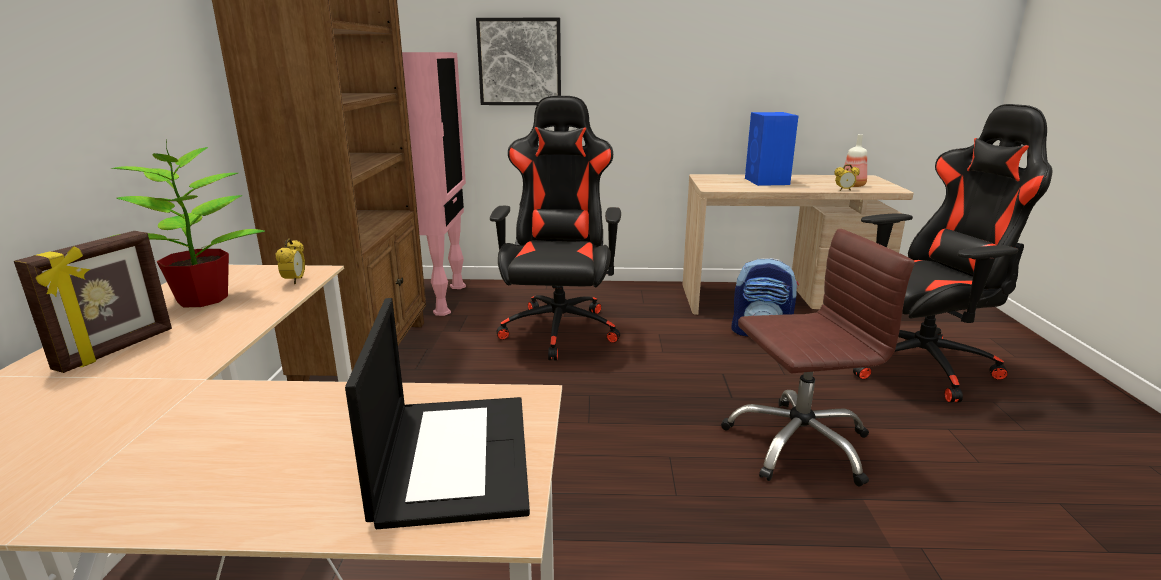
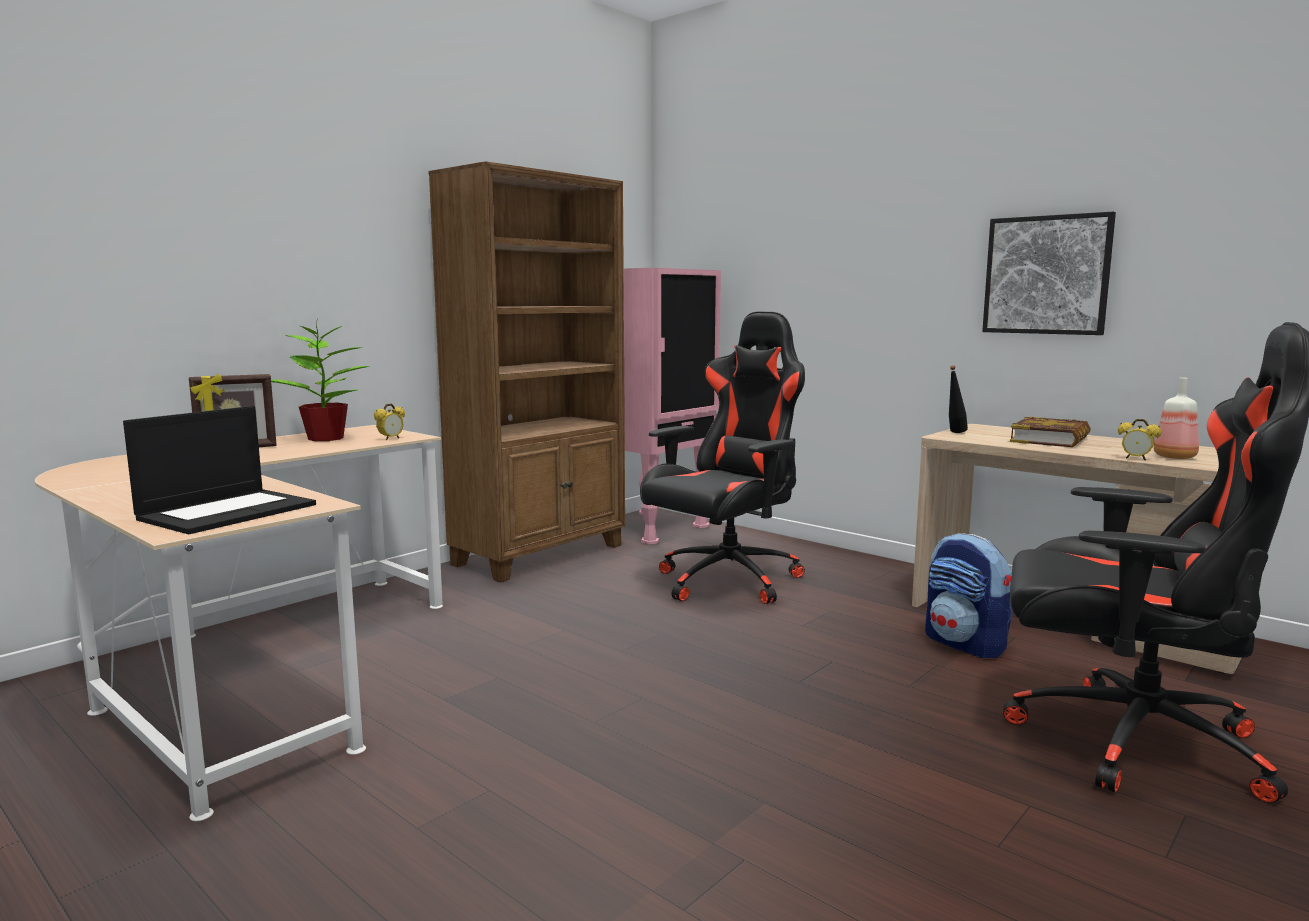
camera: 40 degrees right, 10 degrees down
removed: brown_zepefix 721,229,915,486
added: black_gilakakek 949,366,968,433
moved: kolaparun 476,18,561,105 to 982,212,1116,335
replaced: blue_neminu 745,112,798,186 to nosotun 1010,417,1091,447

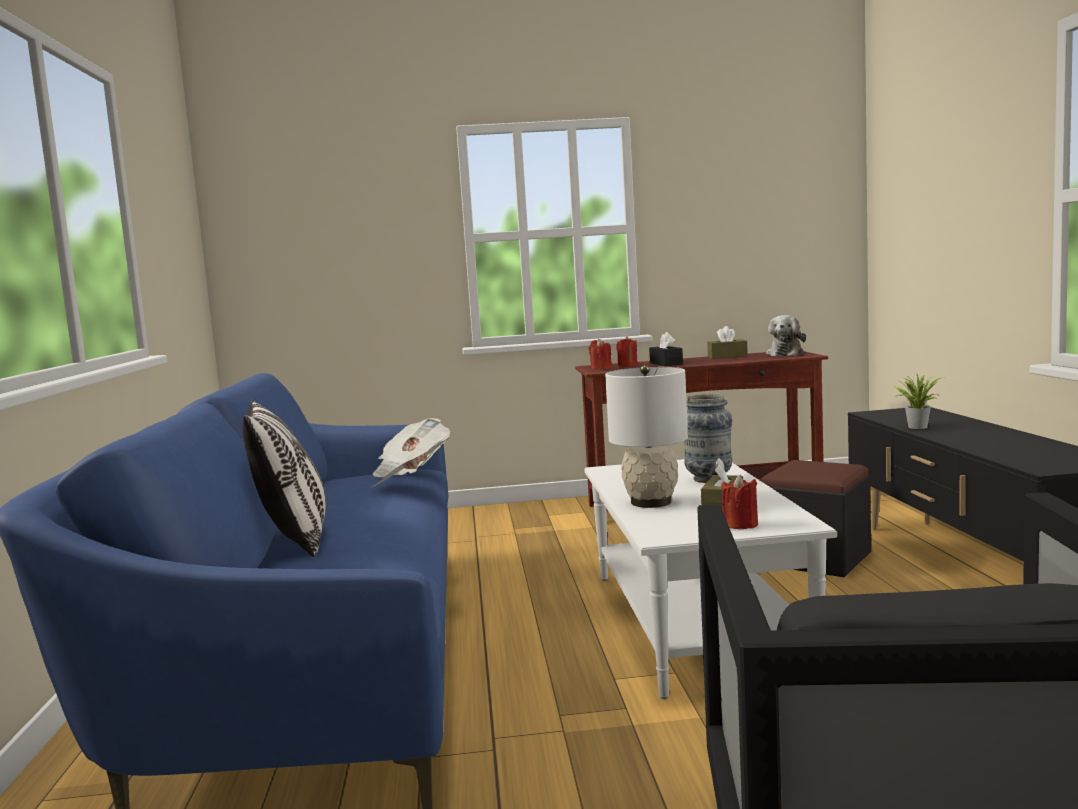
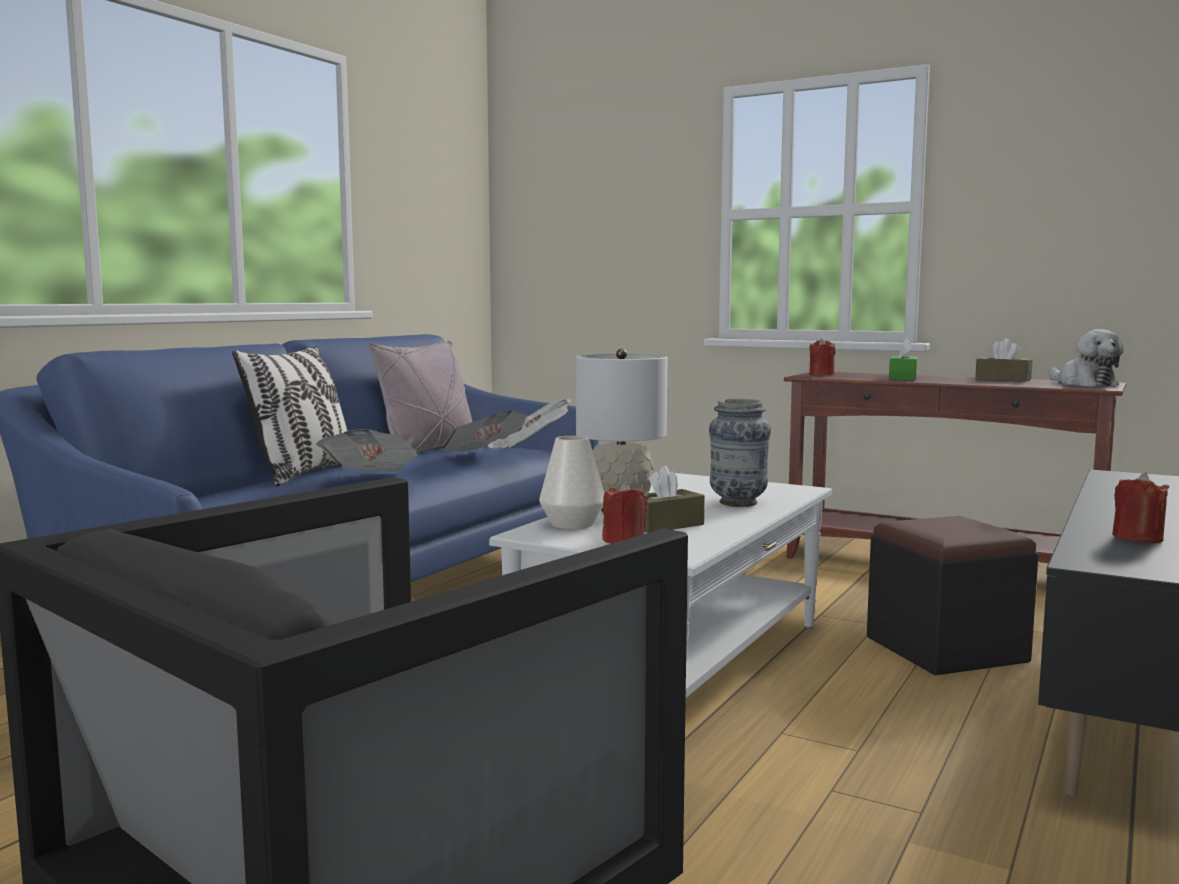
camera: 35 degrees right, 0 degrees up
removed: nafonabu 893,375,945,429
added: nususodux 317,429,419,472; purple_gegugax 368,341,472,452; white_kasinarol 539,436,604,529
moved: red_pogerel 616,336,638,367 to 1112,472,1170,543
recoloured: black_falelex 649,332,683,366 to green_falelex 889,338,917,380
turned: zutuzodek 766,315,806,356 = 1049,329,1124,387 75 degrees counterclockwise

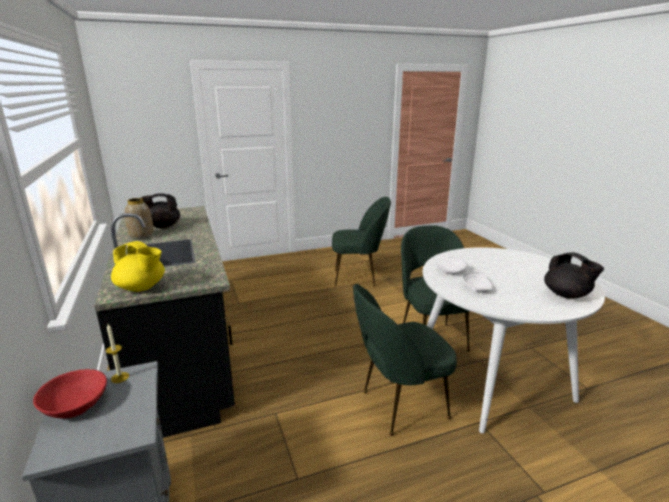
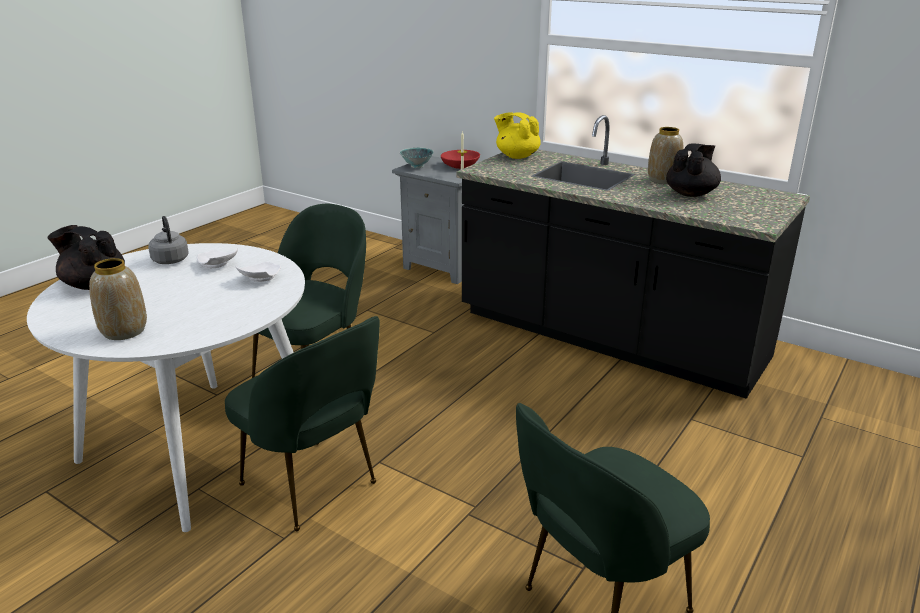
camera: 145 degrees right, 5 degrees up
added: kasinarol 89,258,147,340; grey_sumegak 148,216,189,264; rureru 400,147,434,168
turned: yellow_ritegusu 111,241,165,292 = 494,112,541,159 45 degrees clockwise

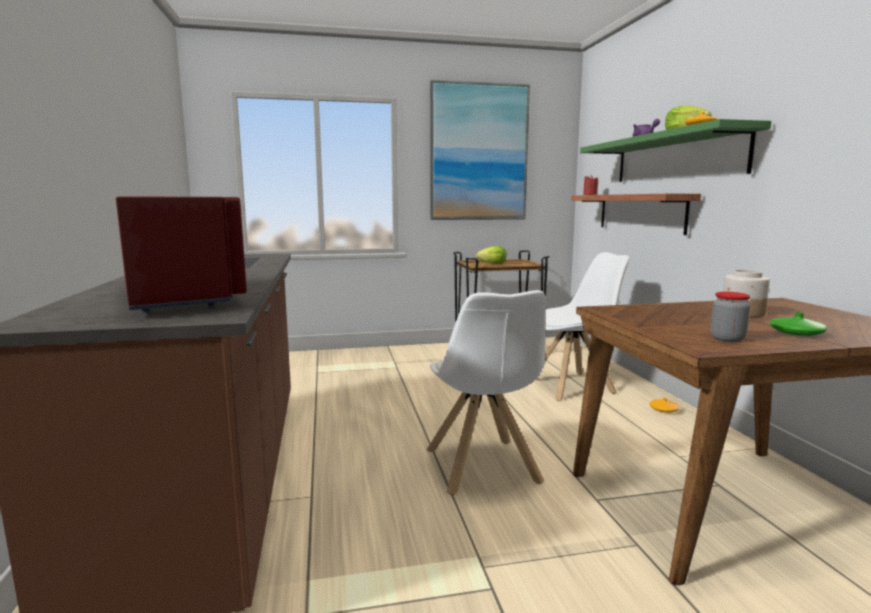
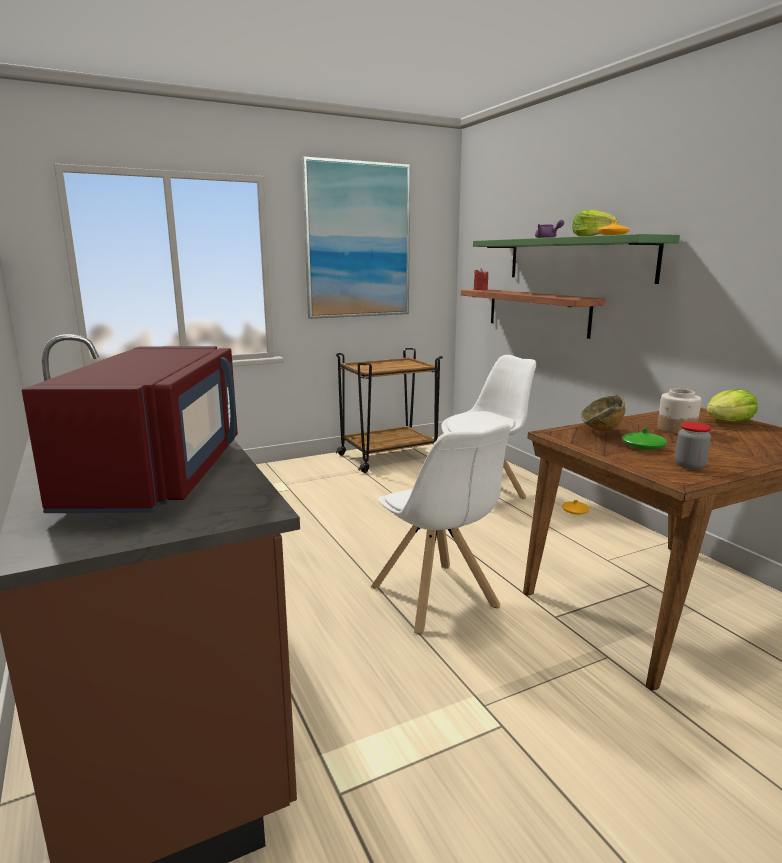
camera: 15 degrees left, 5 degrees up
added: rureru 581,395,625,432
moved: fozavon 476,246,507,264 to 706,389,758,421; green_kasinarol 770,312,827,336 to 622,428,667,450
turned: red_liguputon 116,196,247,312 = 22,346,238,513 45 degrees clockwise

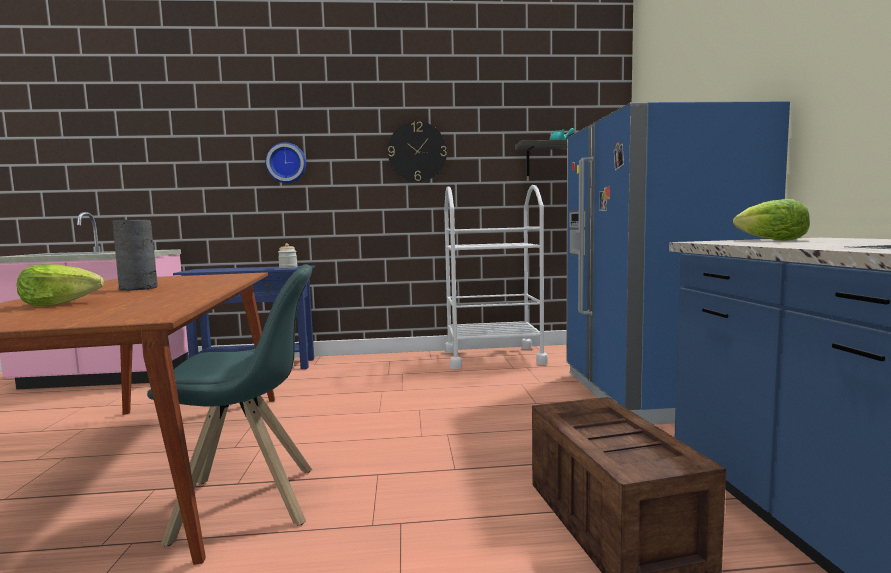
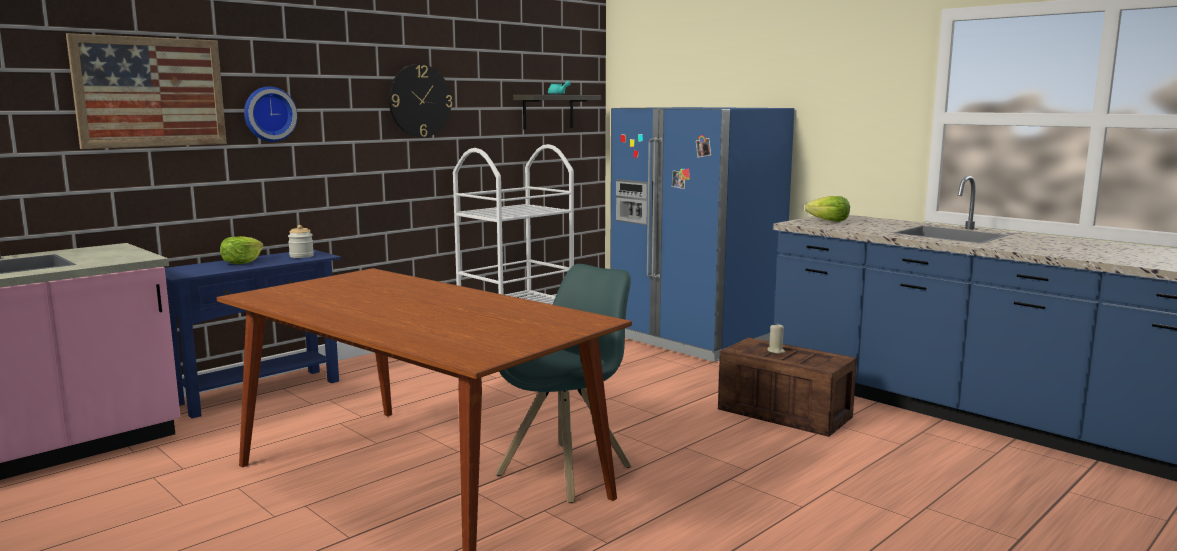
camera: 40 degrees left, 5 degrees up
removed: grey_kasinarol 112,220,157,291
added: kolaparun 66,33,227,149; beige_pogerel 767,323,785,354
moved: fozavon 17,264,104,306 to 220,236,264,264

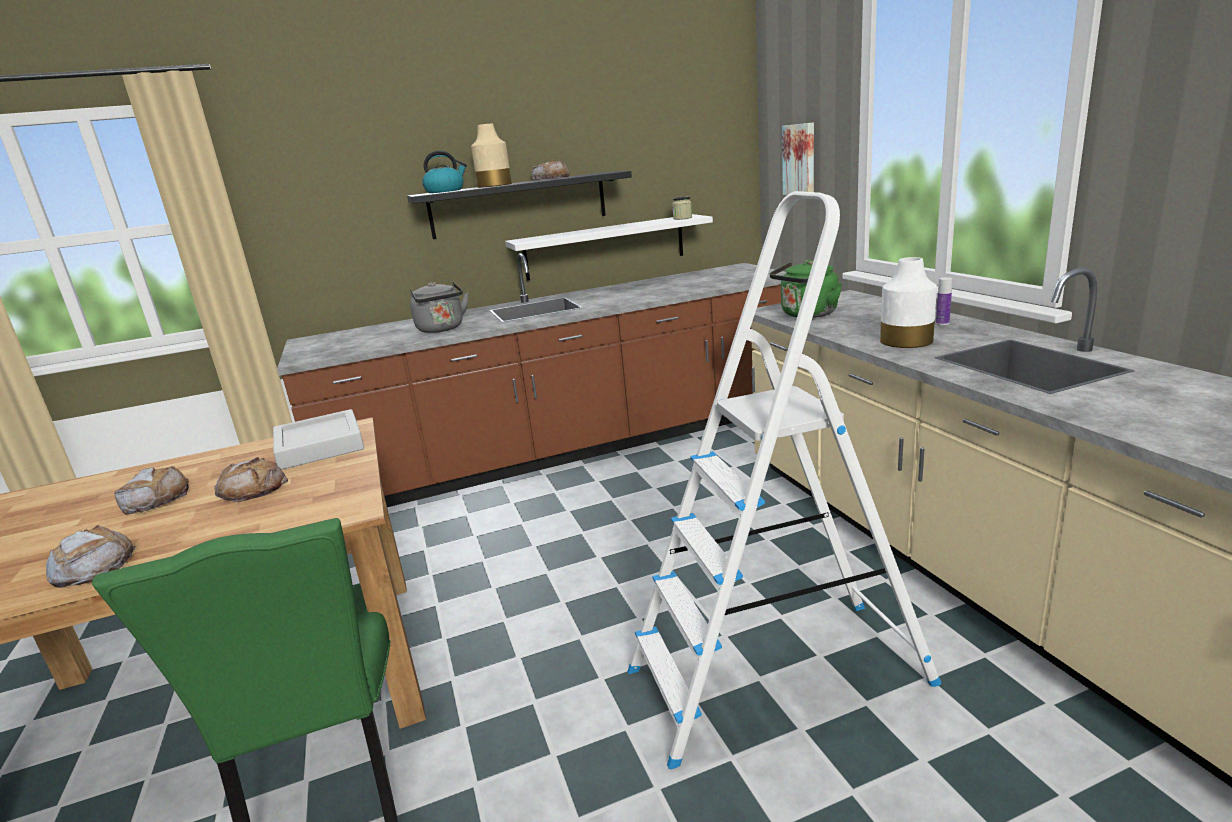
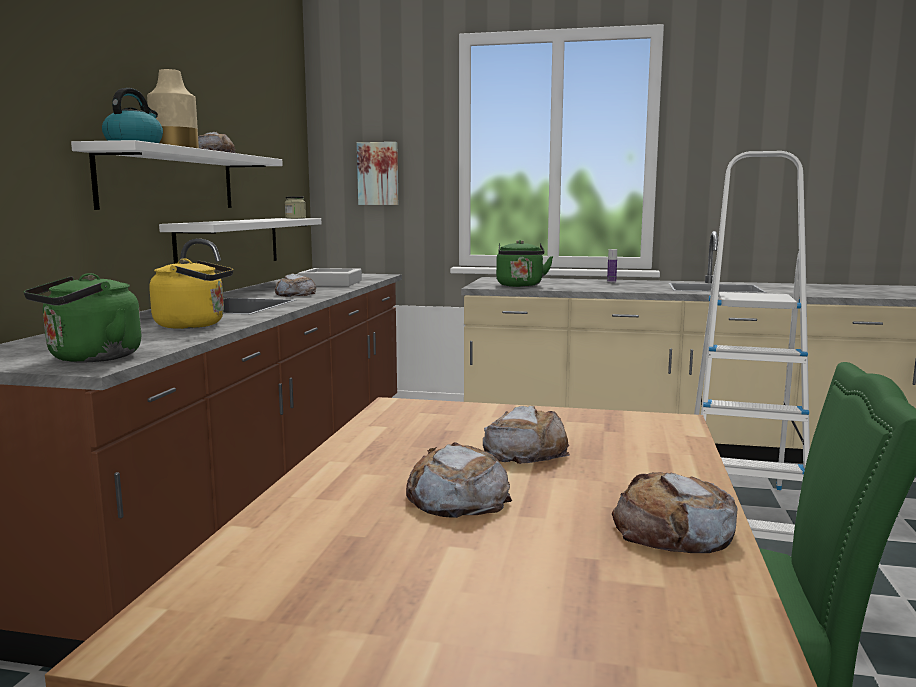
camera: 60 degrees left, 10 degrees down
removed: white_kasinarol 880,257,937,348
added: green_sumegak 24,273,142,363; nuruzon 275,273,316,297
moved: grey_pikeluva 273,409,364,470 to 298,268,362,286
recoloured: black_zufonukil 407,171,632,239 to white_zufonukil 71,140,283,210; grey_sumegak 410,282,468,333 to yellow_sumegak 149,258,233,329

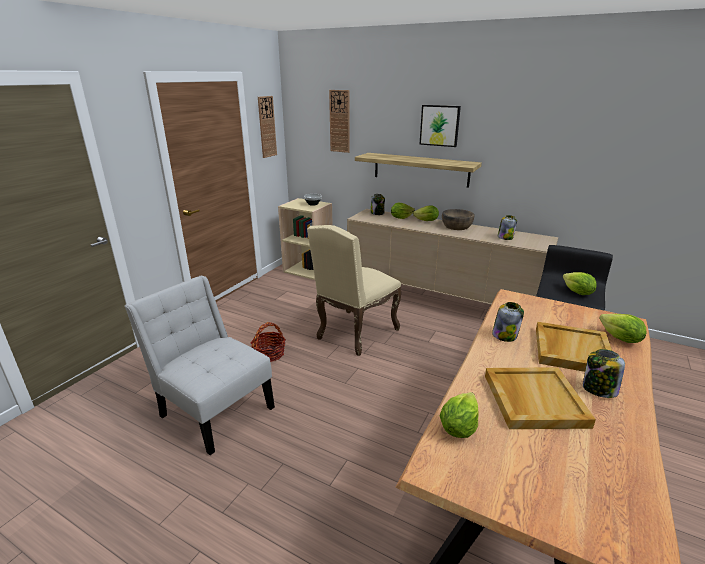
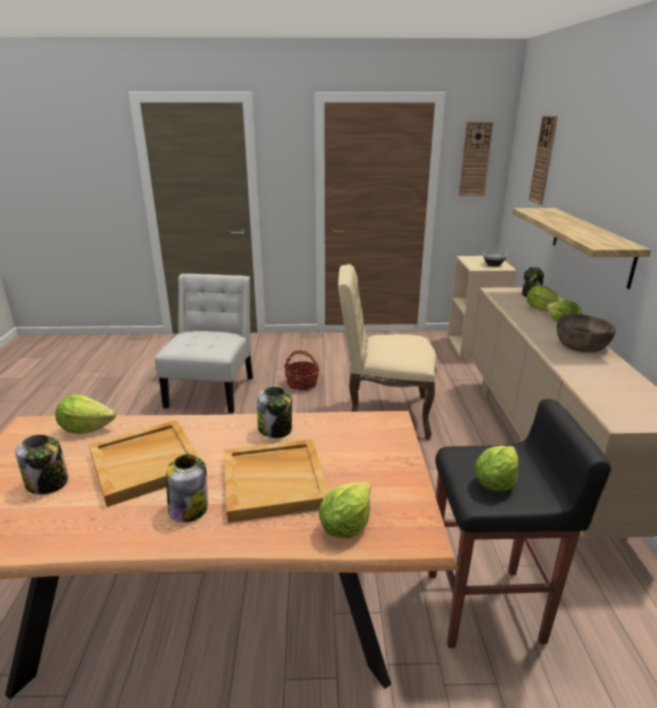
camera: 60 degrees right, 0 degrees up
removed: kolaparun 419,105,461,147
moved: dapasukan 498,215,517,240 to 15,434,68,495

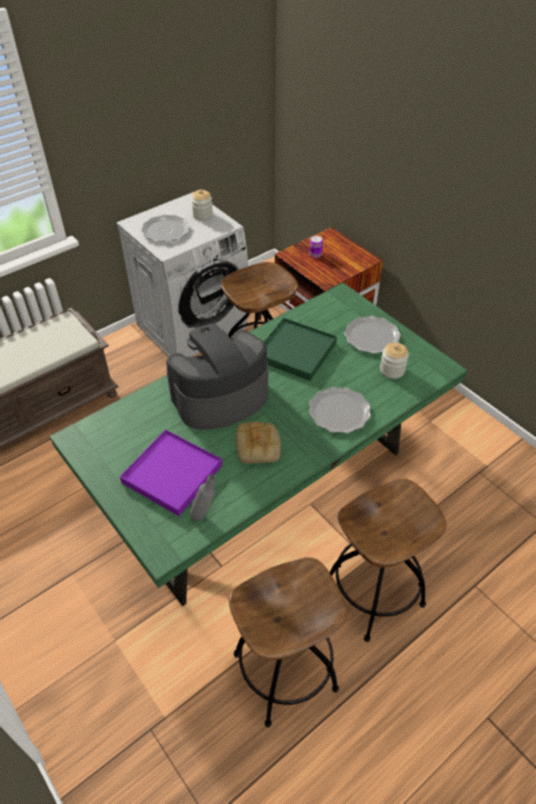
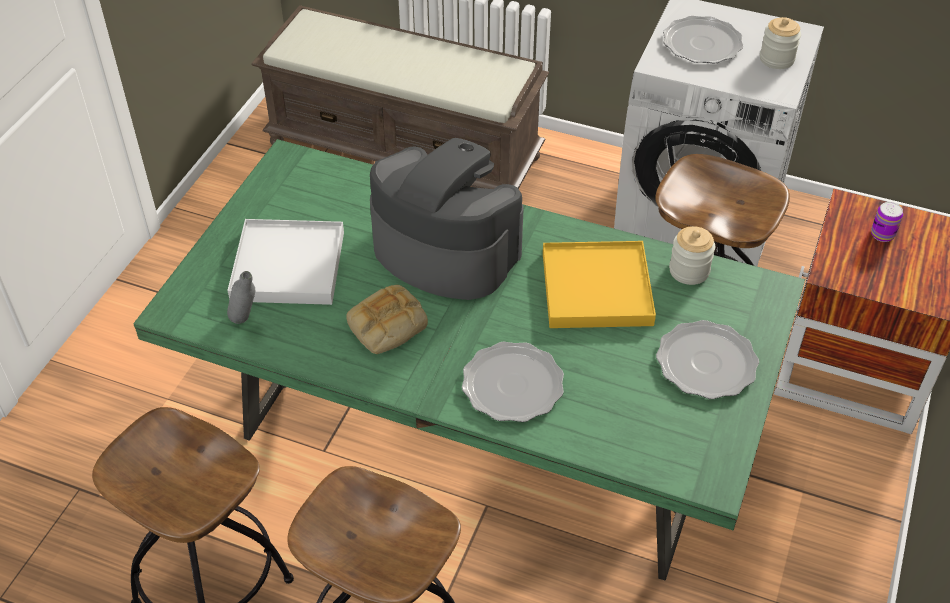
camera: 60 degrees right, 0 degrees up
moved: dapasukan 380,342,409,379 to 669,226,715,285
recoloured: purple_pikeluva 120,429,222,516 to white_pikeluva 227,219,344,305; green_pikeluva 264,318,337,381 to yellow_pikeluva 543,241,656,328

